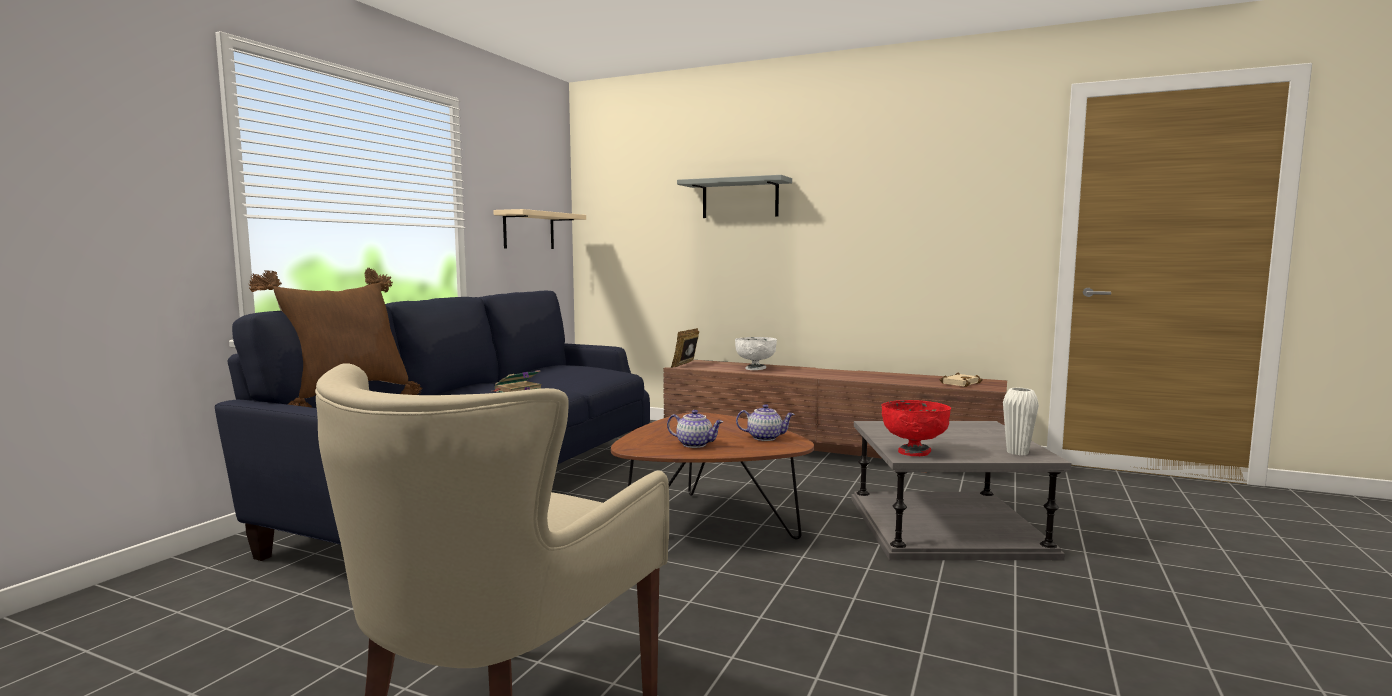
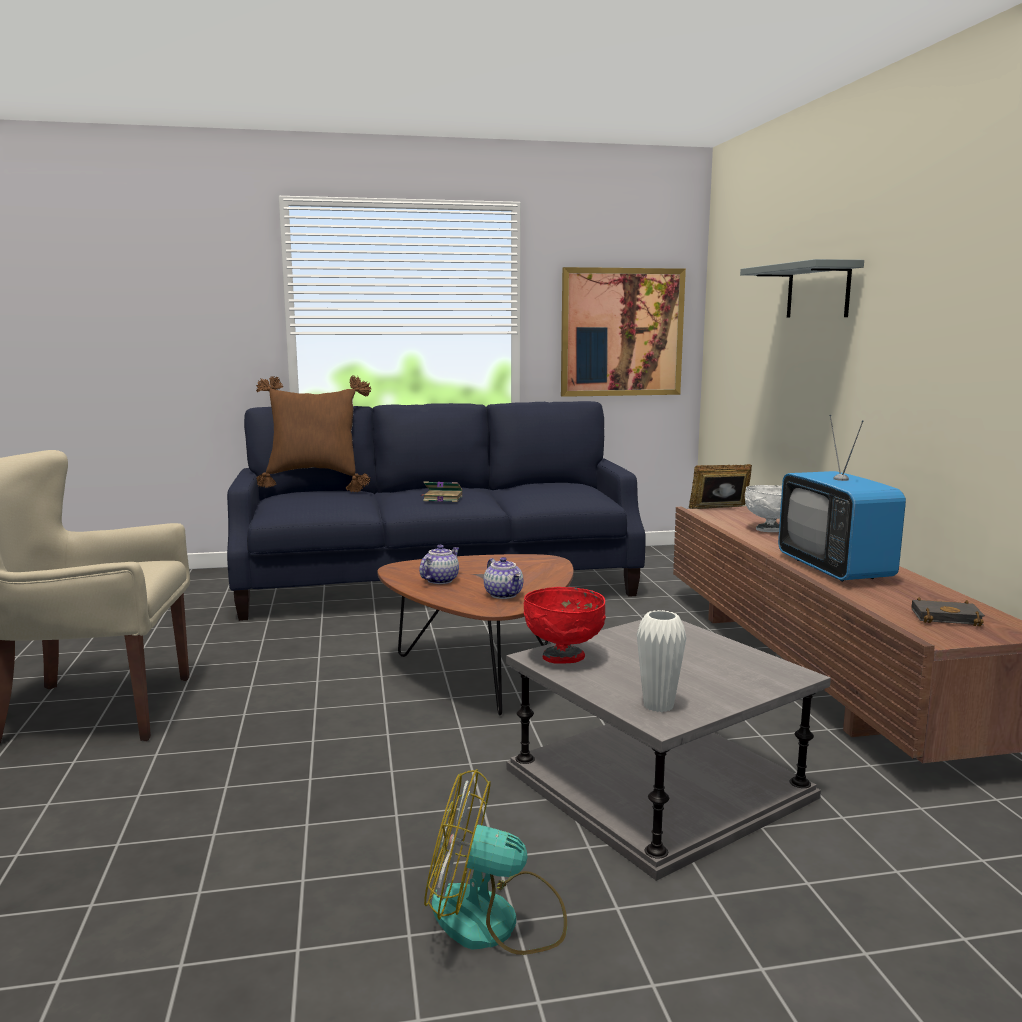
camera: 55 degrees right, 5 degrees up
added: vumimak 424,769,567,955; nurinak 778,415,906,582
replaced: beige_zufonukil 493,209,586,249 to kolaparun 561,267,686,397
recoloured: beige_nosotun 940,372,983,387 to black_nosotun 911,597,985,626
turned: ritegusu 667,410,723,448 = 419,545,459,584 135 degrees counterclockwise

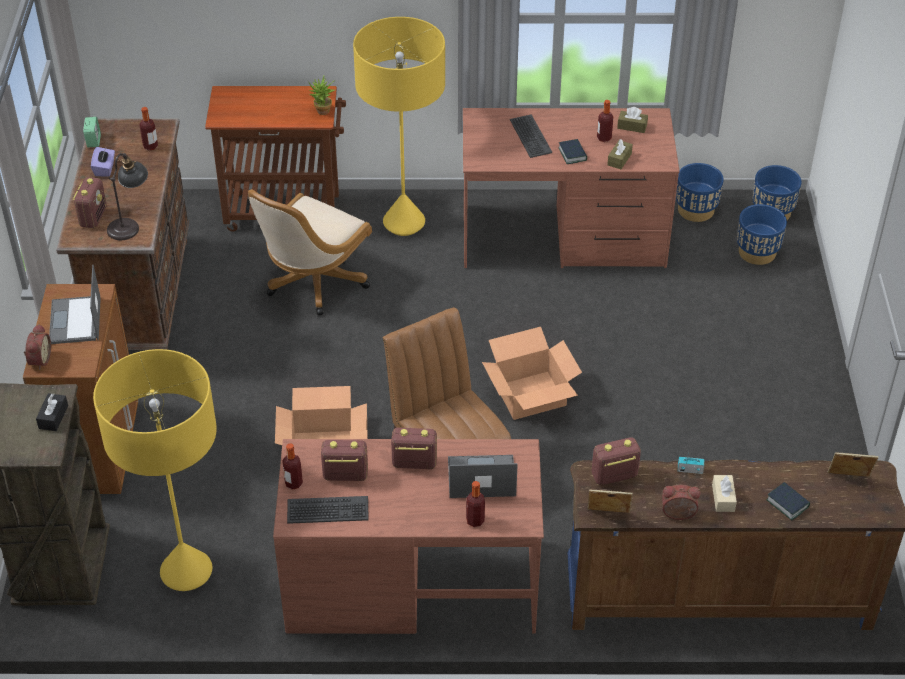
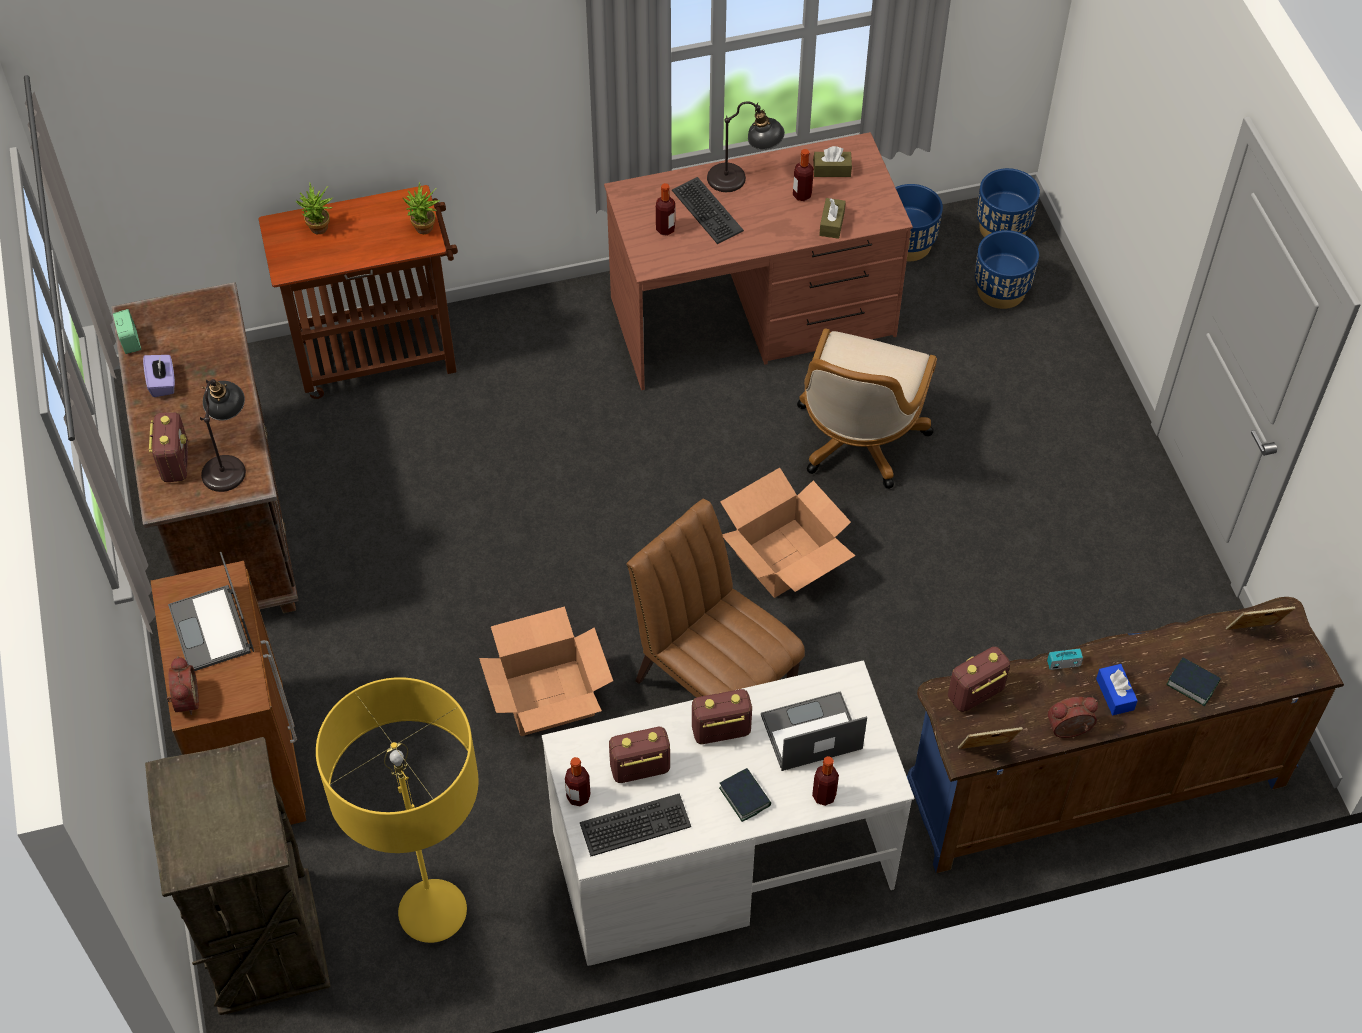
camera: 15 degrees left, 10 degrees up
removed: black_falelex 36,393,68,431; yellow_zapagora 353,17,445,236
added: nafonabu 296,183,333,234; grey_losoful 707,101,785,192
moved: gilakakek 139,107,158,150 to 656,183,675,235; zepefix 248,189,372,316 to 797,328,937,489; nosotun 558,139,587,164 to 719,768,771,822
recoloured: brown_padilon 273,439,544,634 to white_padilon 542,661,914,966; beige_falelex 712,475,737,512 to blue_falelex 1096,664,1138,715

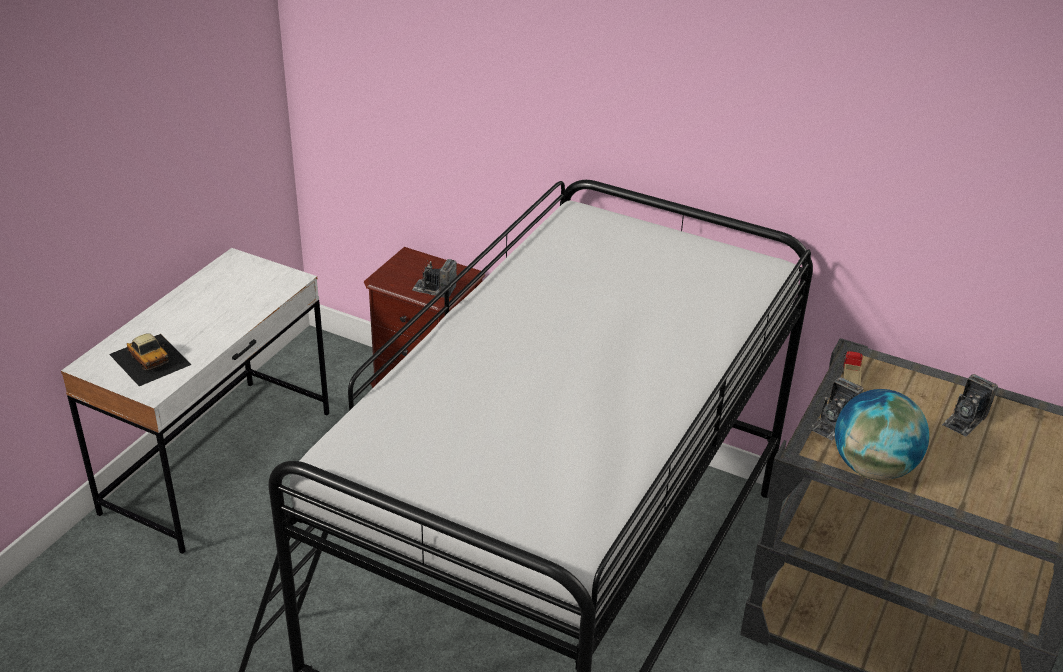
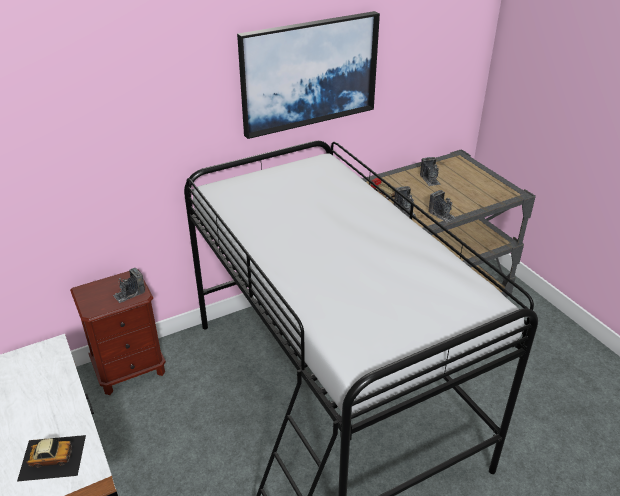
camera: 55 degrees left, 0 degrees up
added: kolaparun 237,11,380,139
replaced: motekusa 835,389,929,480 to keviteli 429,190,456,223

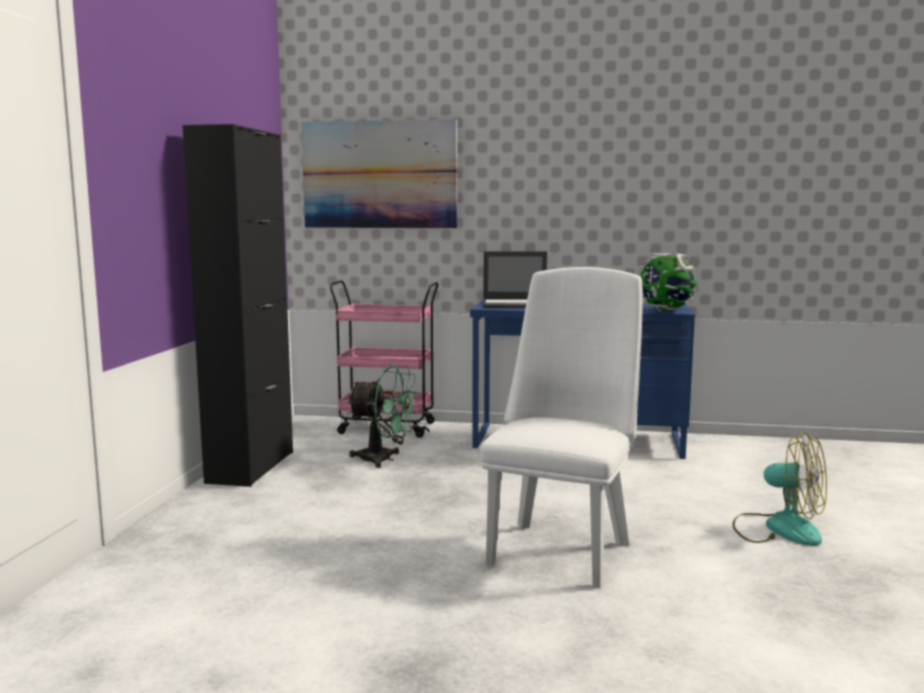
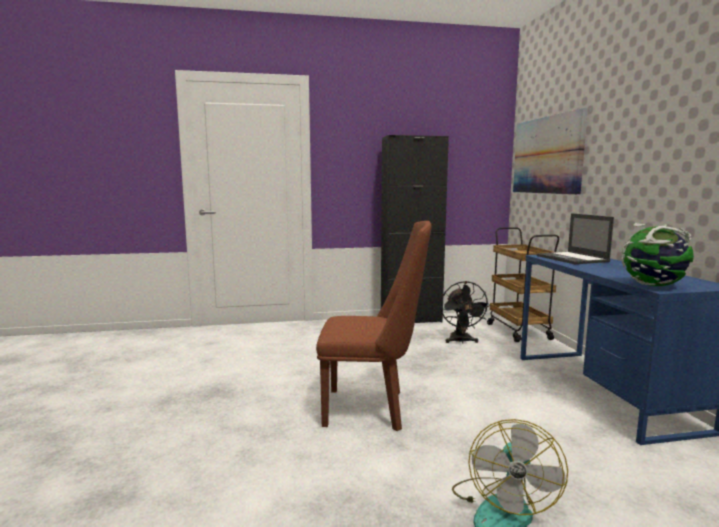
camera: 70 degrees right, 0 degrees up
recoloured: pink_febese 330,280,438,438 to brown_febese 487,227,559,342; green_vumimak 347,364,419,468 to black_vumimak 440,281,491,343; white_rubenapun 480,267,643,588 to brown_rubenapun 316,221,432,431

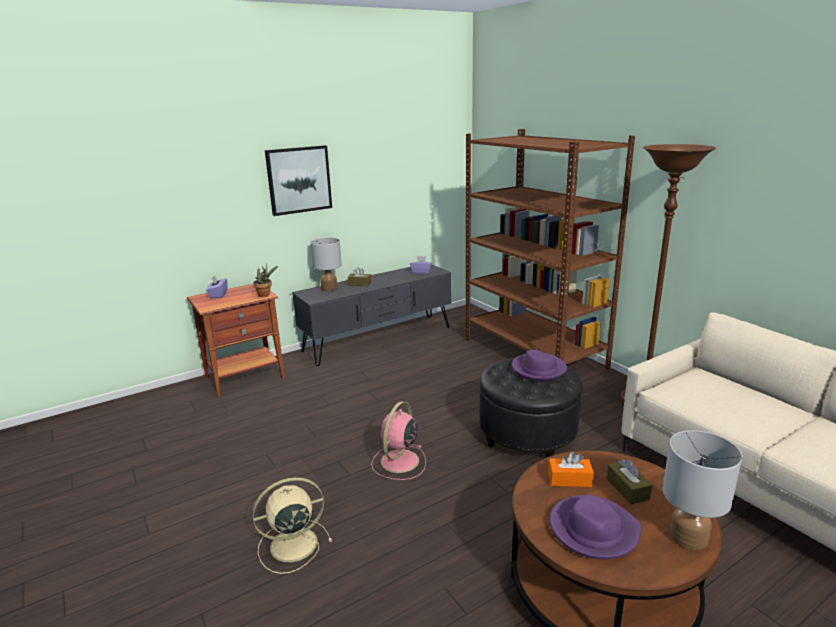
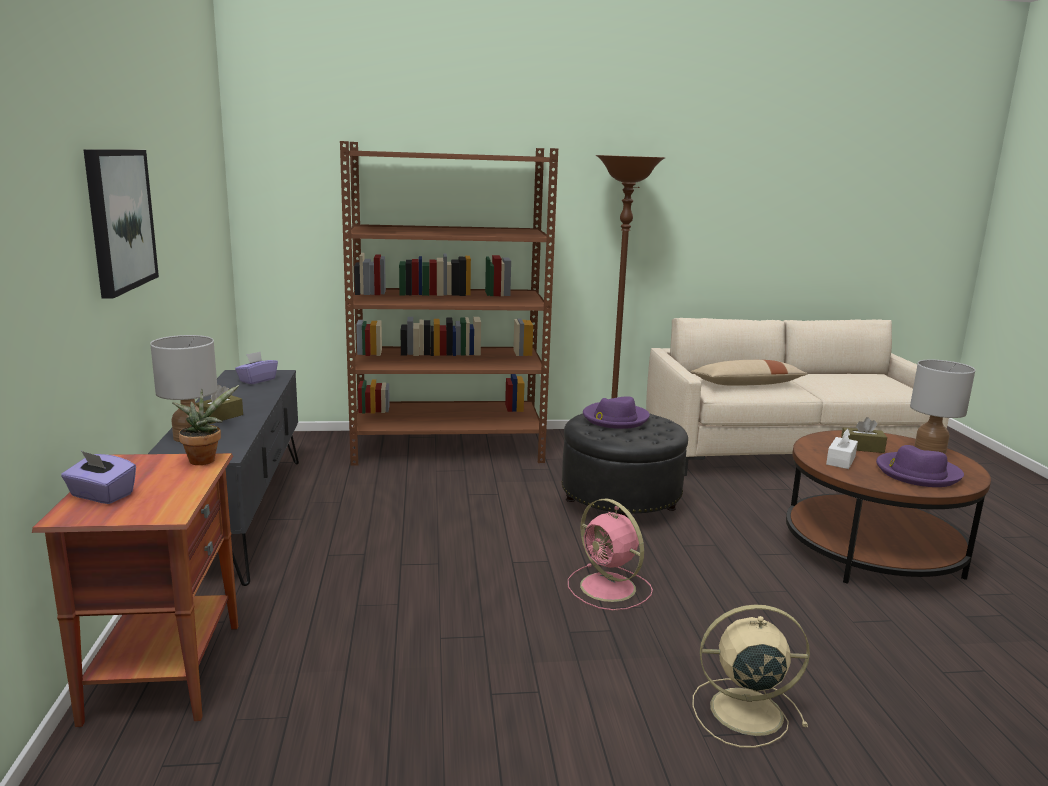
camera: 65 degrees left, 5 degrees down
added: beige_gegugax 691,360,808,386
recoloured: orange_falelex 548,452,594,487 to white_falelex 826,429,858,469
turned: beige_vumimak 252,477,332,574 = 692,604,810,748 90 degrees clockwise

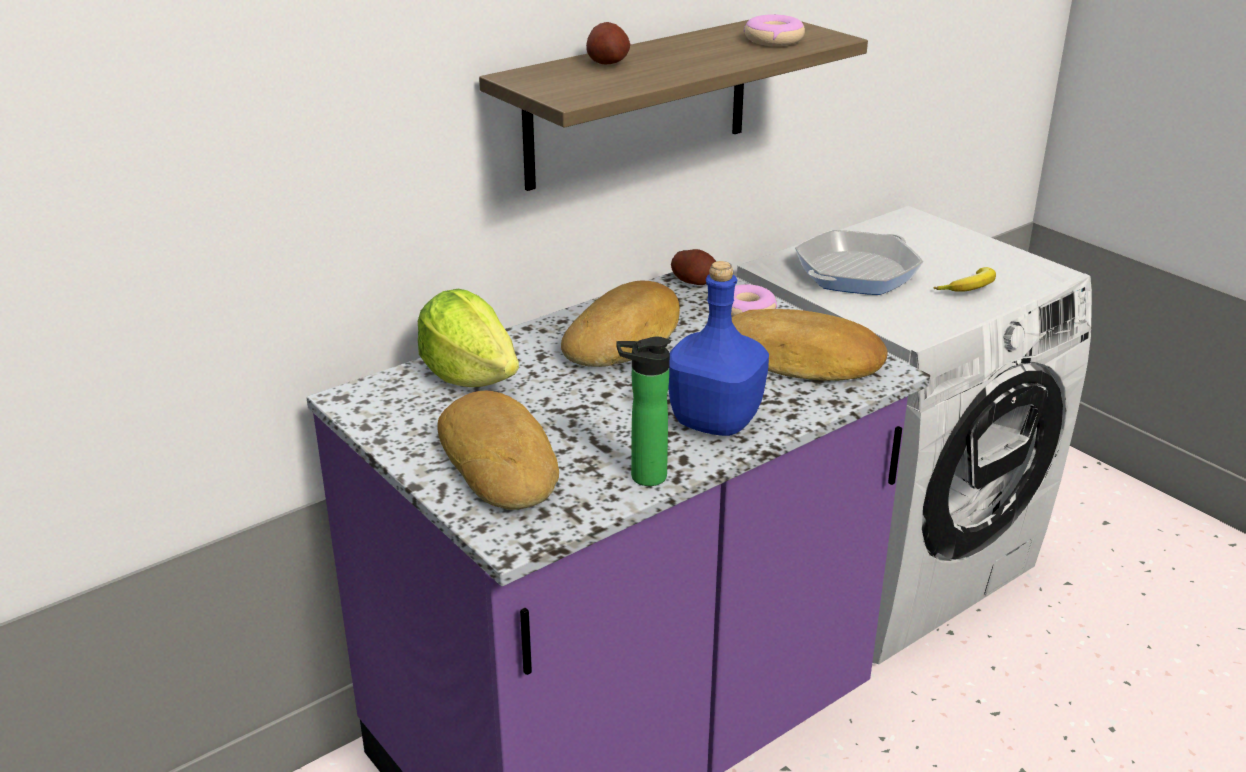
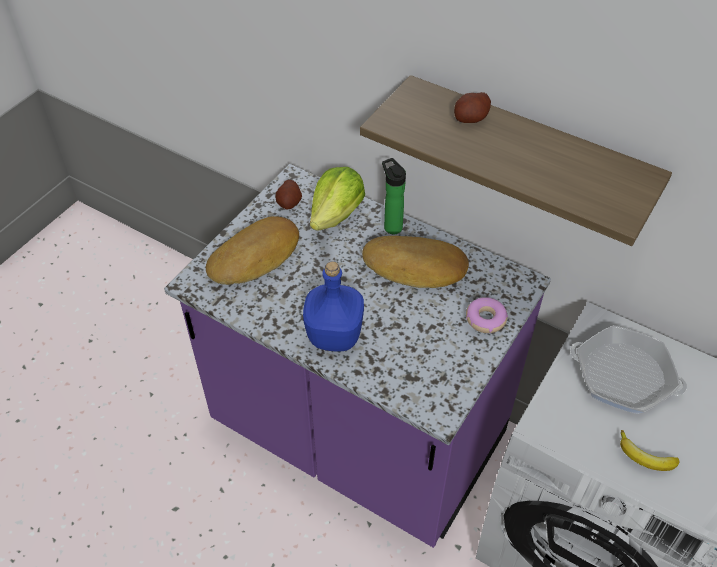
camera: 70 degrees right, 20 degrees up
removed: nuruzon 731,309,888,381; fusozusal 744,14,805,46
moved: gilakakek 616,337,671,486 to 382,158,406,234; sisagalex 671,249,716,285 to 275,180,302,209

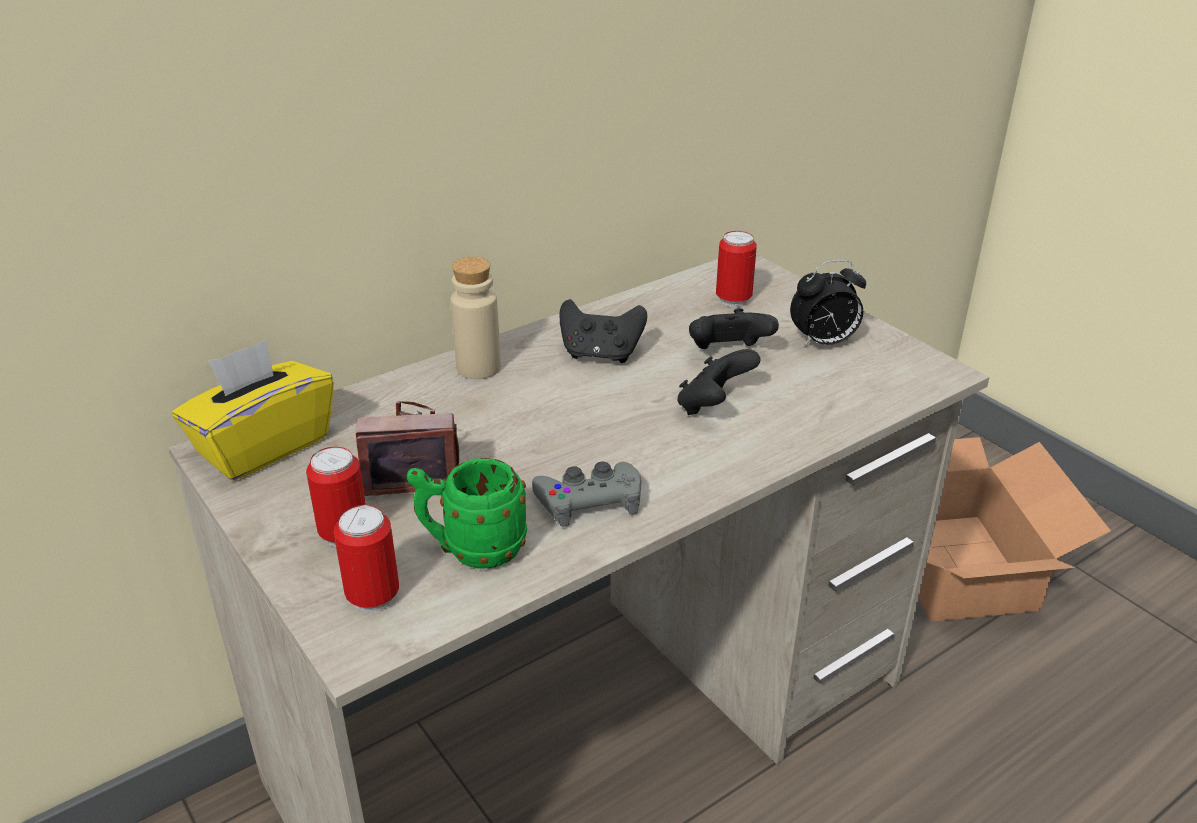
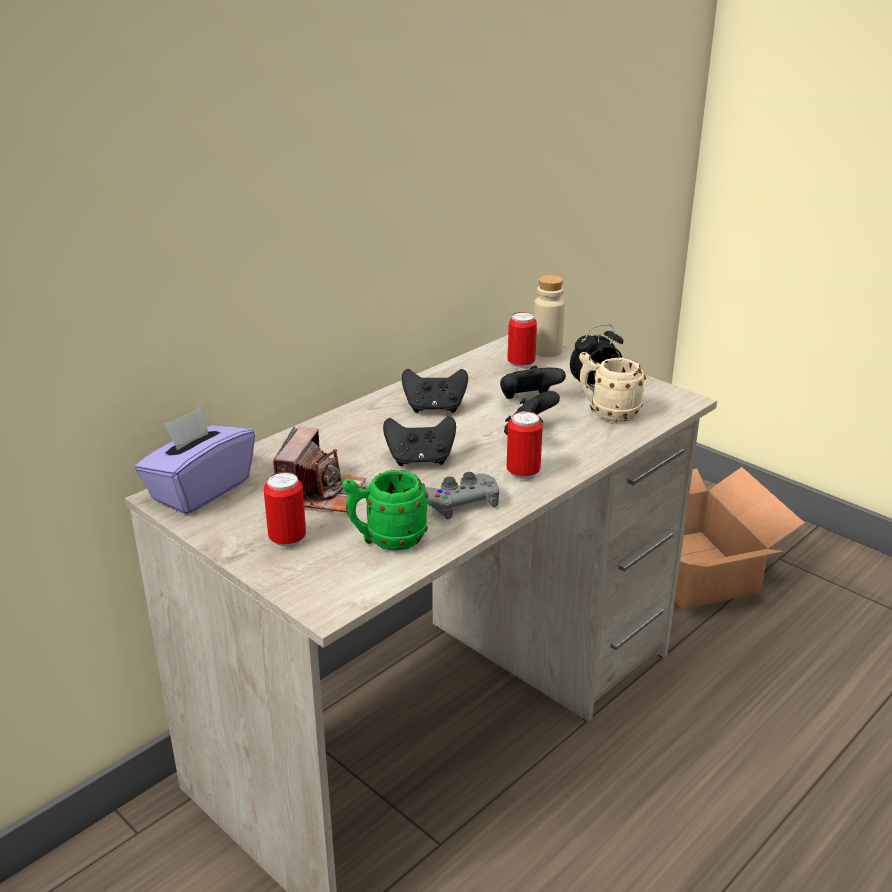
camera: 10 degrees left, 5 degrees down
added: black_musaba 383,416,456,466; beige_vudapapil 579,352,646,422
moved: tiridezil 334,505,399,612 to 507,411,543,481; beige_gilakakek 451,257,501,379 to 534,275,565,357
recoloured: yellow_falelex 172,340,334,481 to purple_falelex 135,407,255,515
turned: keviteli 356,401,459,496 = 273,426,366,512 120 degrees clockwise

